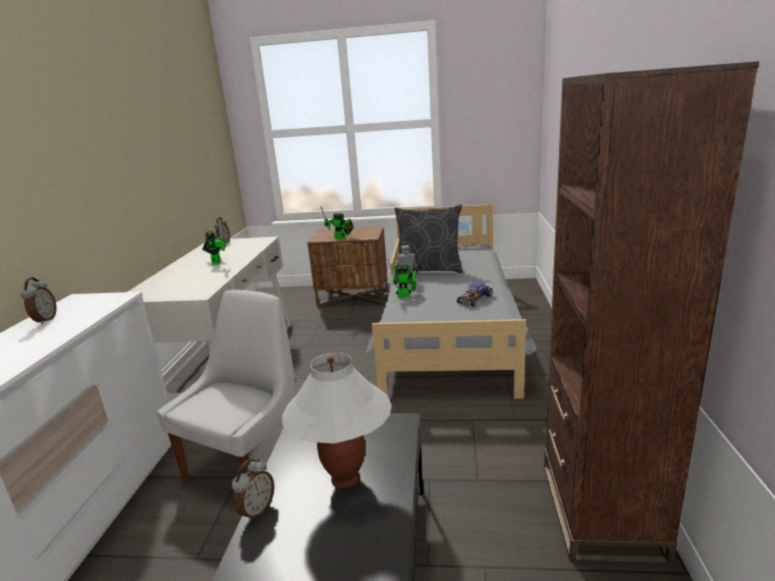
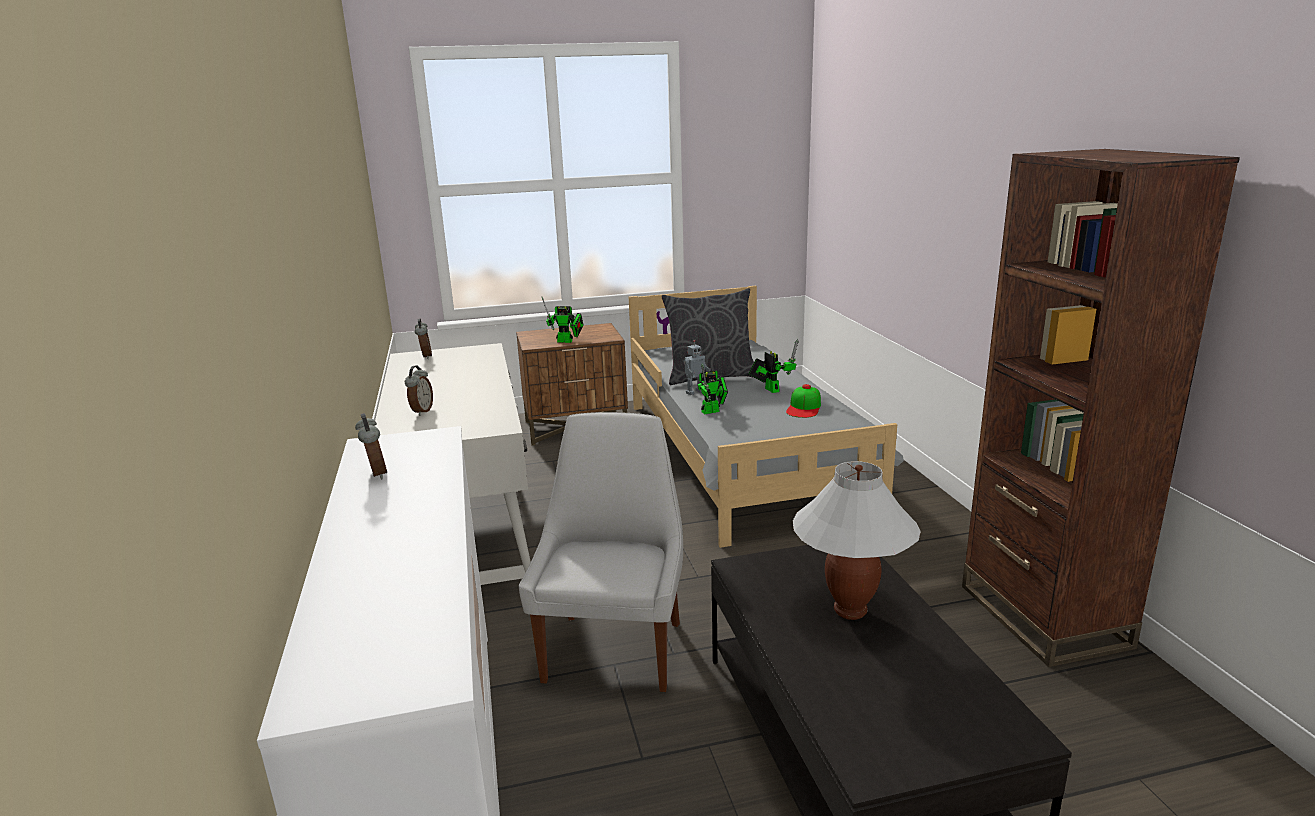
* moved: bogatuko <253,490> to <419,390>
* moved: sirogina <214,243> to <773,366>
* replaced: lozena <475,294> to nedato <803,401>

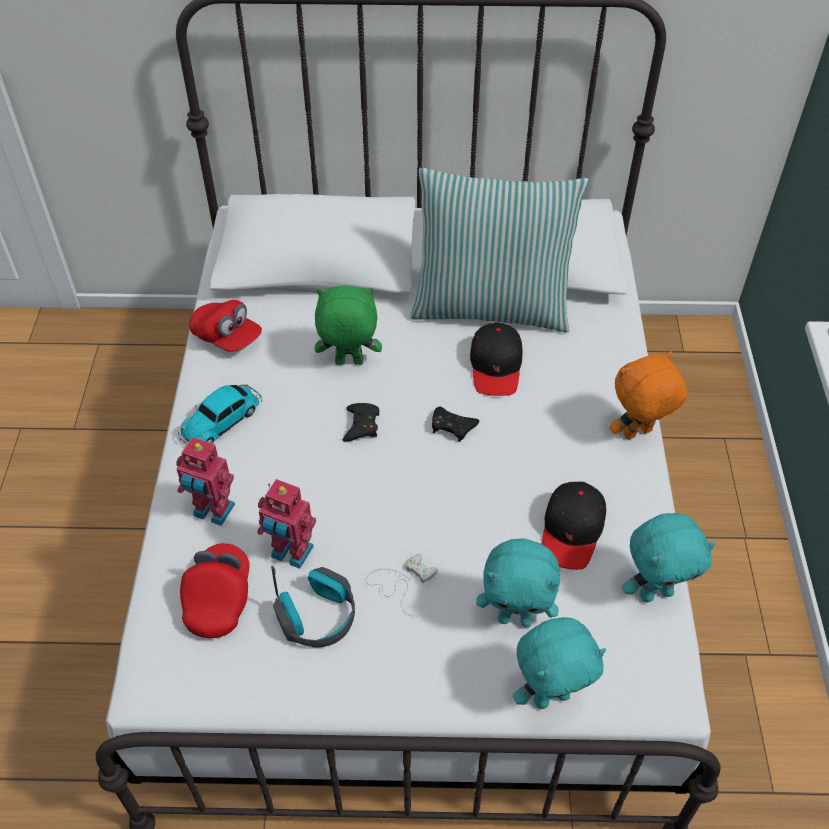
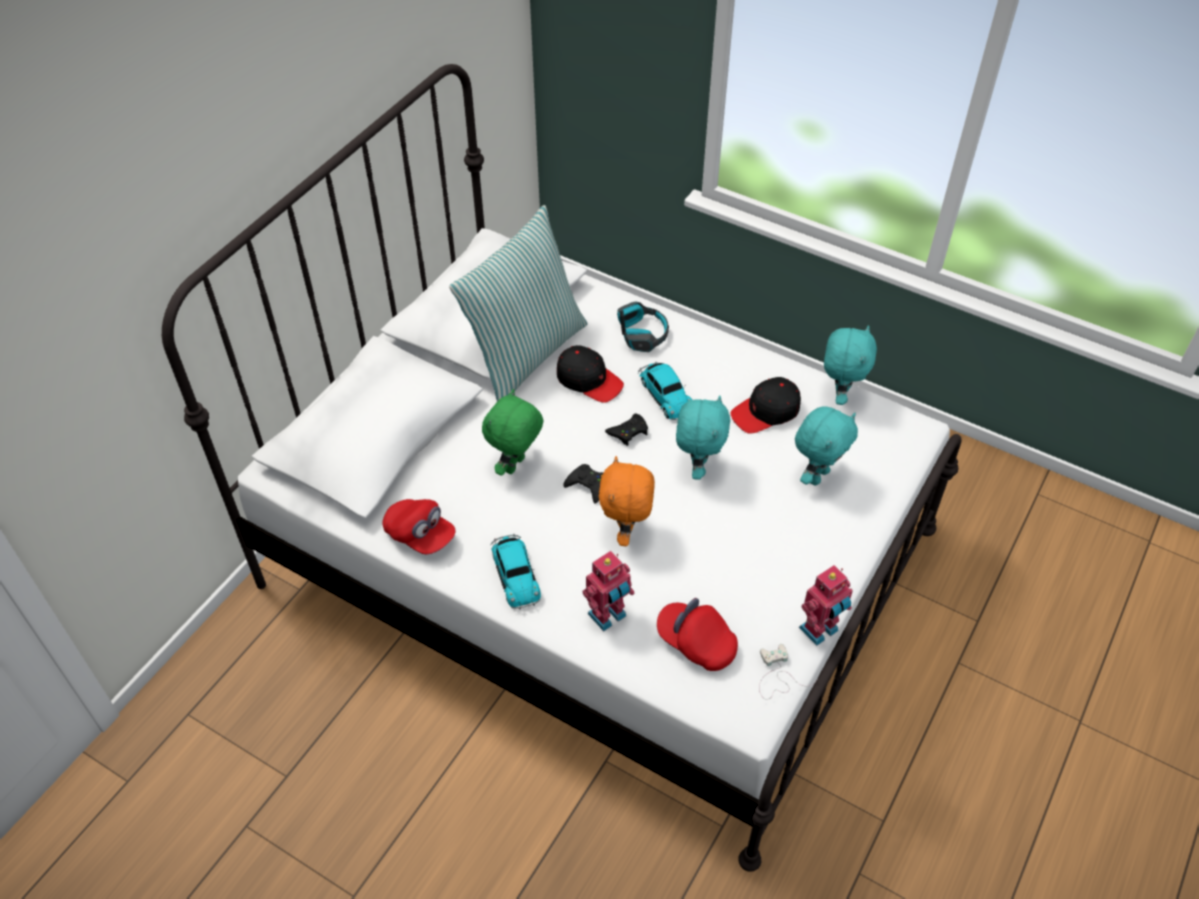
* turned: nedato (red) <225,326> = <419,526> 60 degrees clockwise
* moved: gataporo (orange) <648,395> to <627,501>
* moved: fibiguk <313,607> to <643,326>
* added: lozena <665,391>
* moved: gataporo (turquoise) <559,663> to <703,437>
* turned: nedato (black) <574,526> = <765,405> 105 degrees clockwise
* moved: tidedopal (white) <402,585> to <788,672>
* moved: sirogina <286,524> to <826,605>

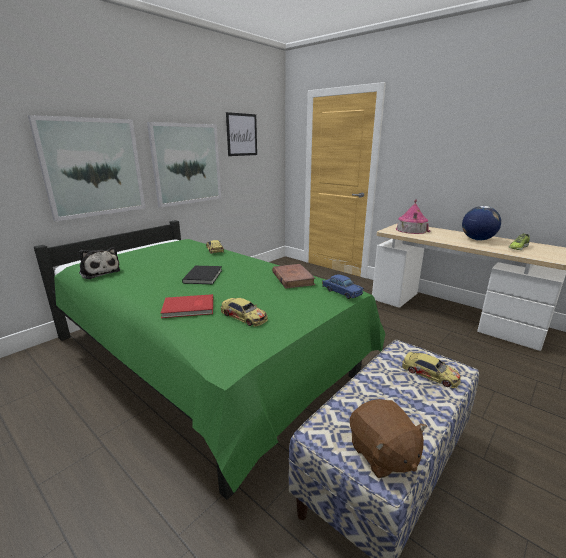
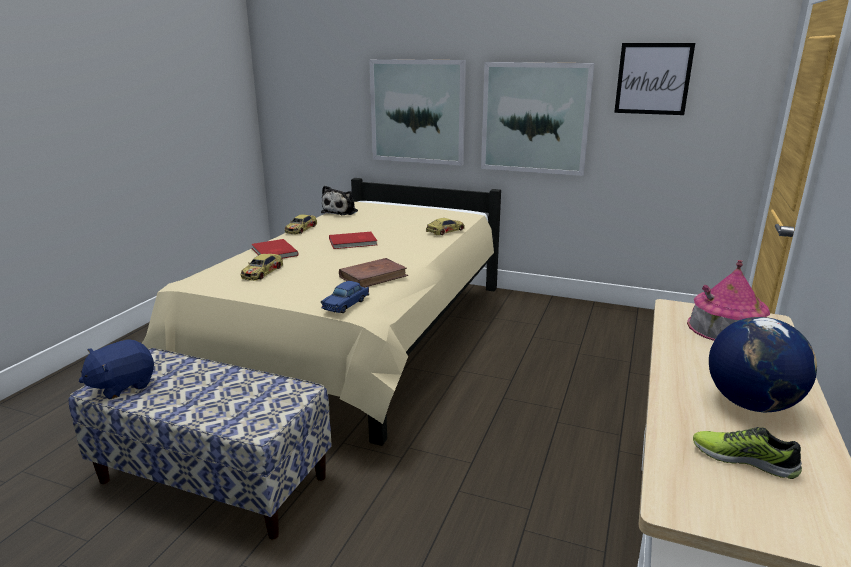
* recoloured: gataporo (brown) <388,438> to gataporo (blue) <116,369>
* recoloured: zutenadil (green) <209,360> to zutenadil (beige) <321,312>
* moved: lozena <431,370> to <301,224>
* recoloured: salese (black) <202,275> to salese (red) <353,240>

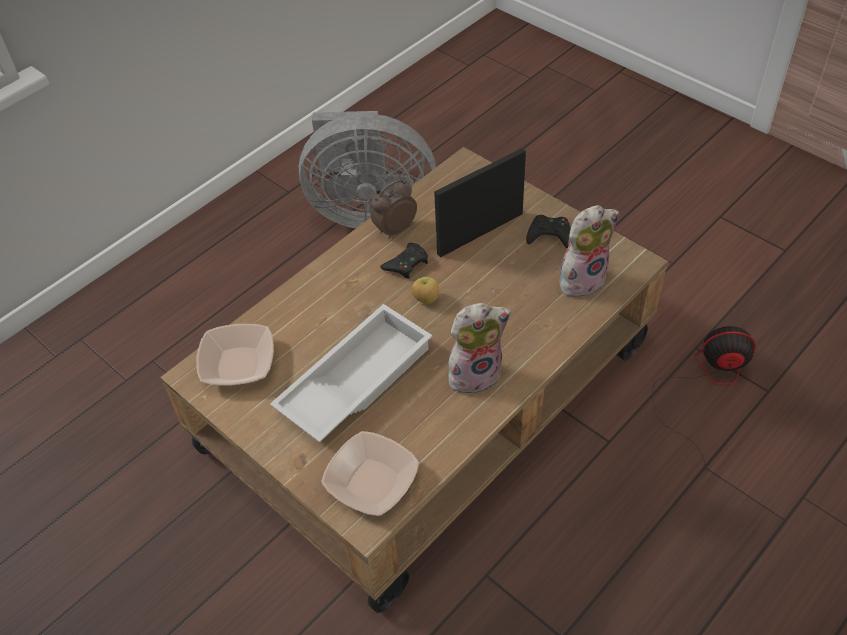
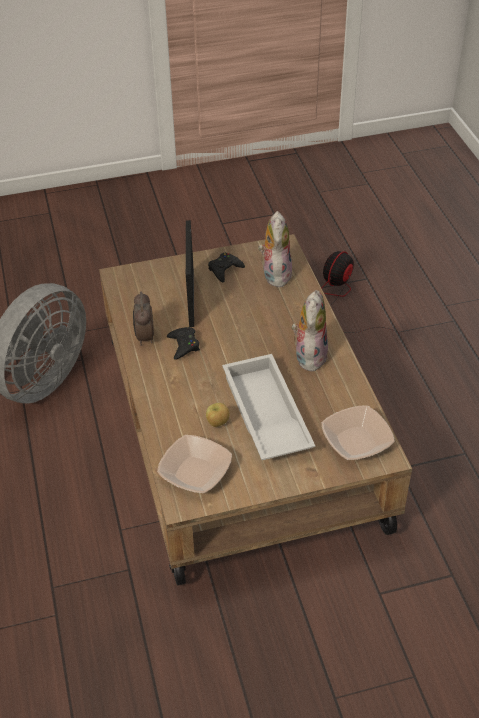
* moved: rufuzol <425,290> to <218,415>

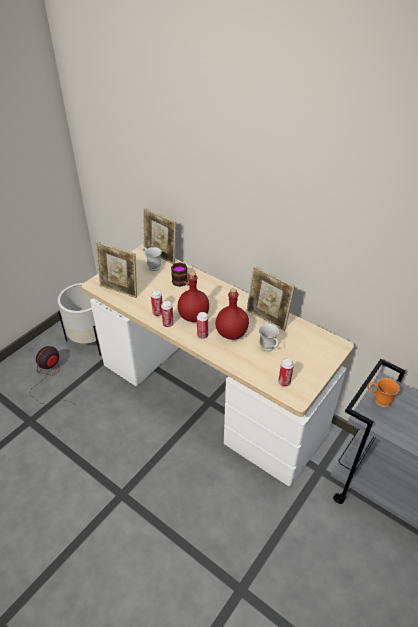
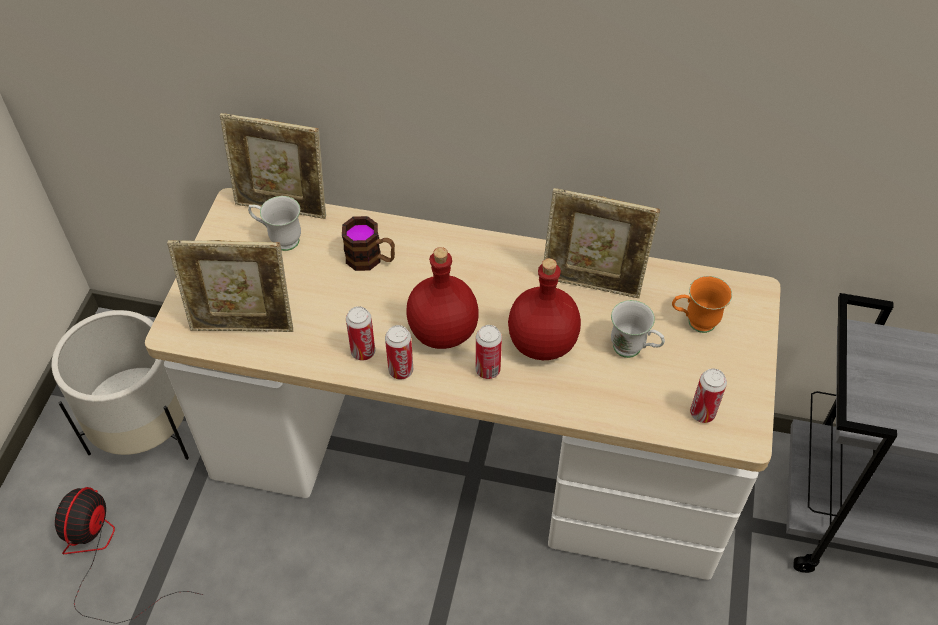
* moved: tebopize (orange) <383,392> to <702,304>

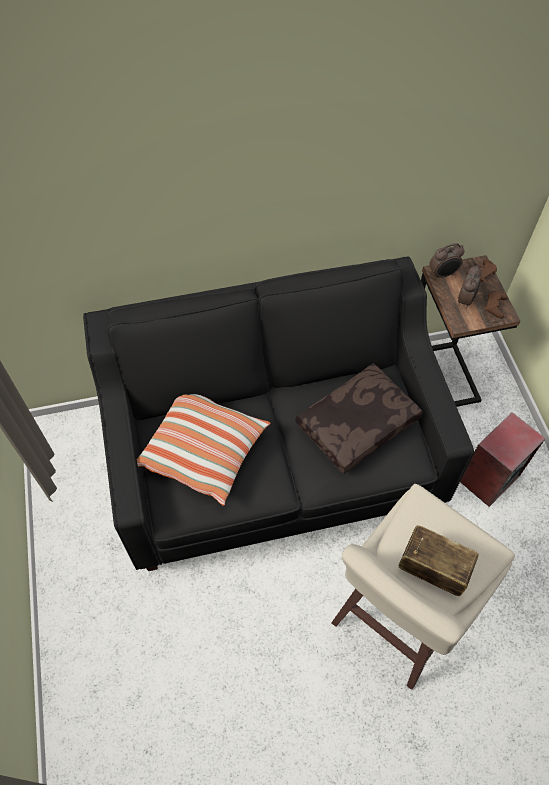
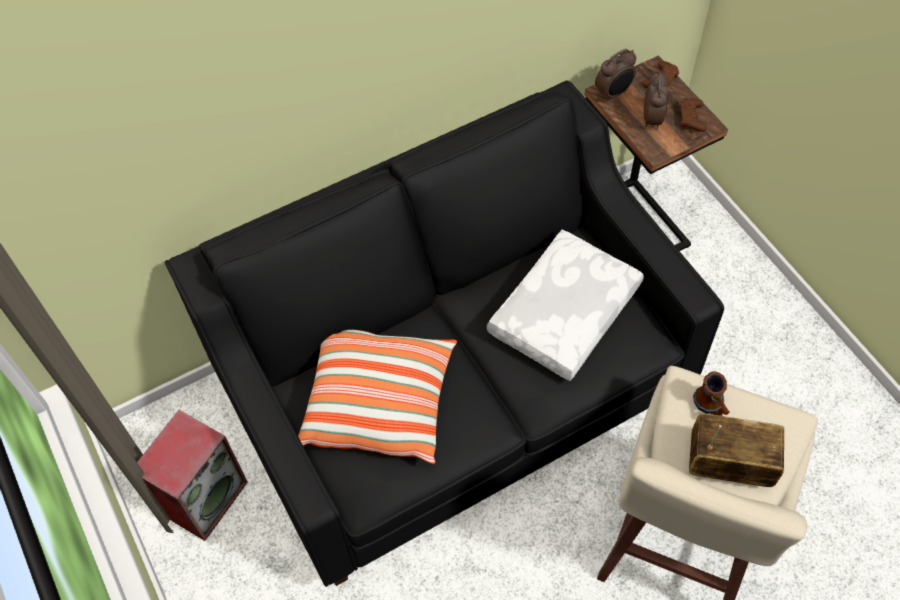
* moved: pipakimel <503,459> to <192,475>
* recoloured: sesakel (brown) <359,418> to sesakel (white) <565,305>
* added: tebopize <711,393>

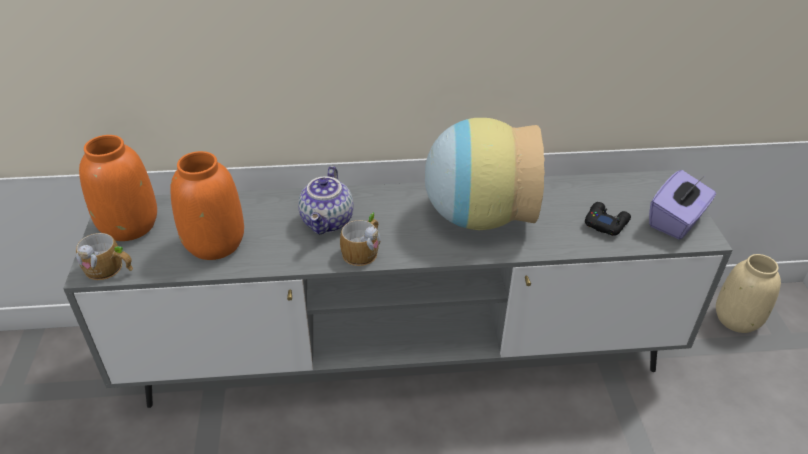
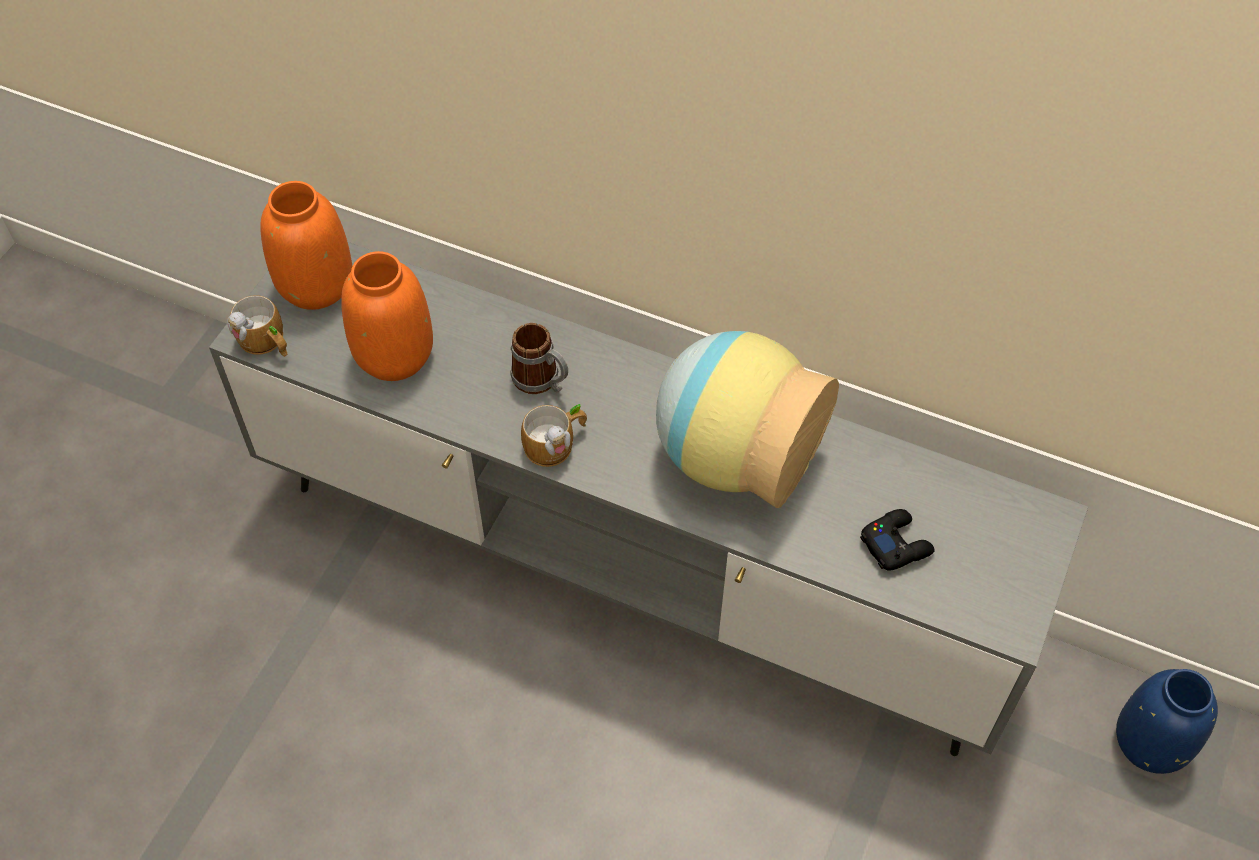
* replaced: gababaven <325,200> to tebopize <539,358>
* recoloured: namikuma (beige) <748,293> to namikuma (blue) <1167,721>
* removed: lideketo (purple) <682,205>

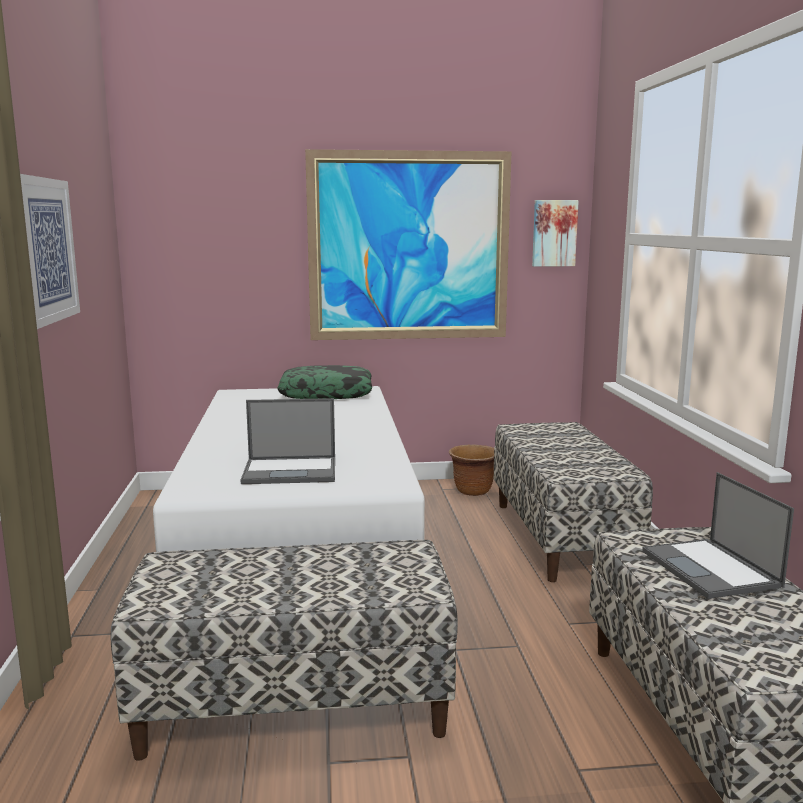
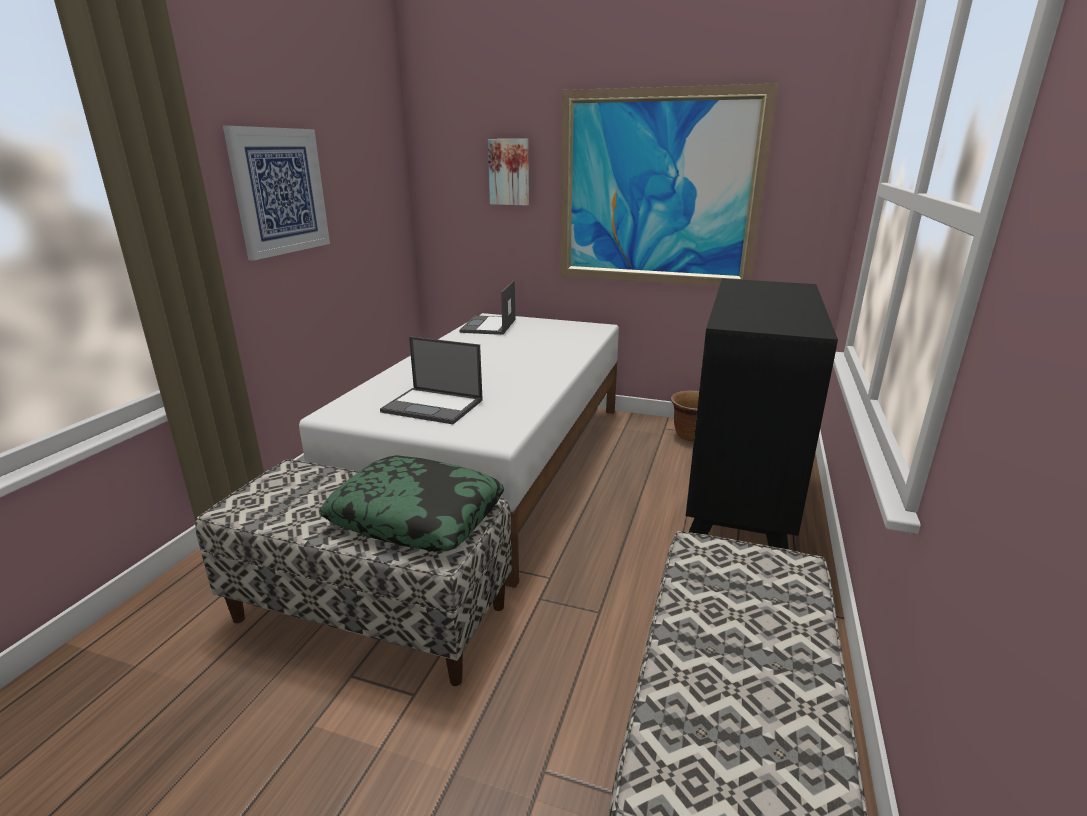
* moved: sesakel <325,382> to <411,503>
* moved: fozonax <718,535> to <487,307>
* moved: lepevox <555,233> to <508,172>
* replaced: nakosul <573,502> to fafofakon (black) <762,414>

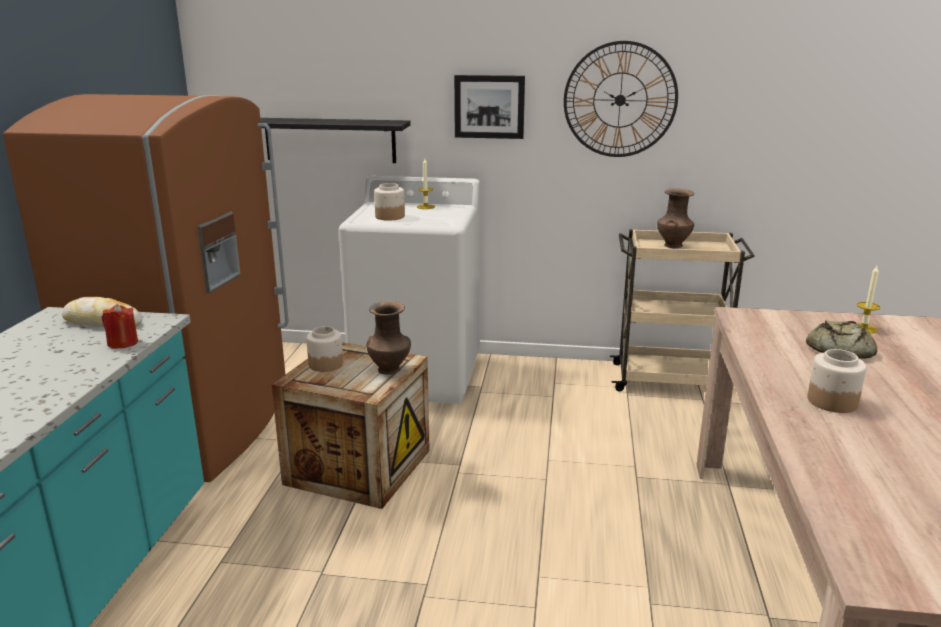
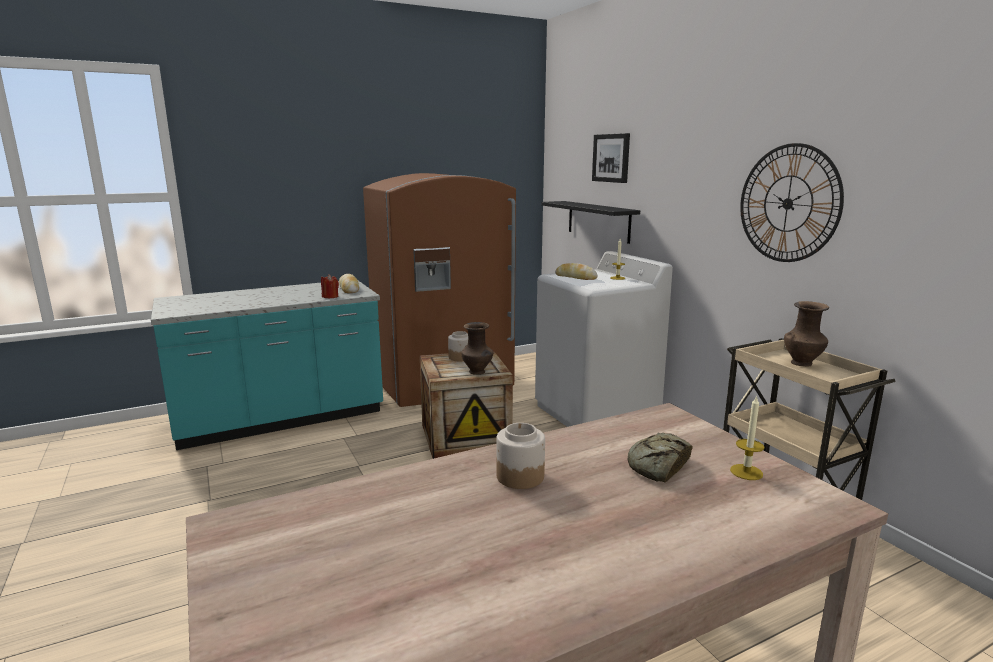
* replaced: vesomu <389,202> to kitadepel <576,271>
* moved: lepevox <489,107> to <611,158>

